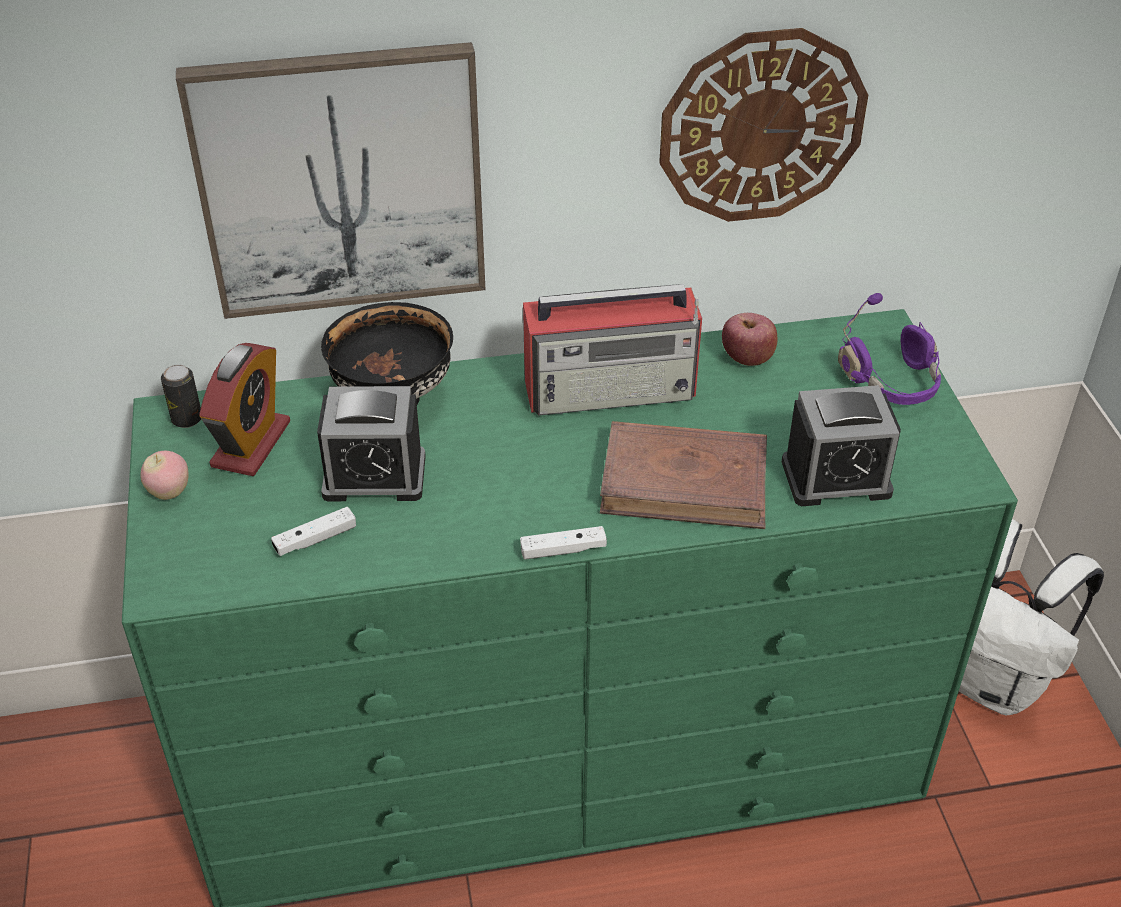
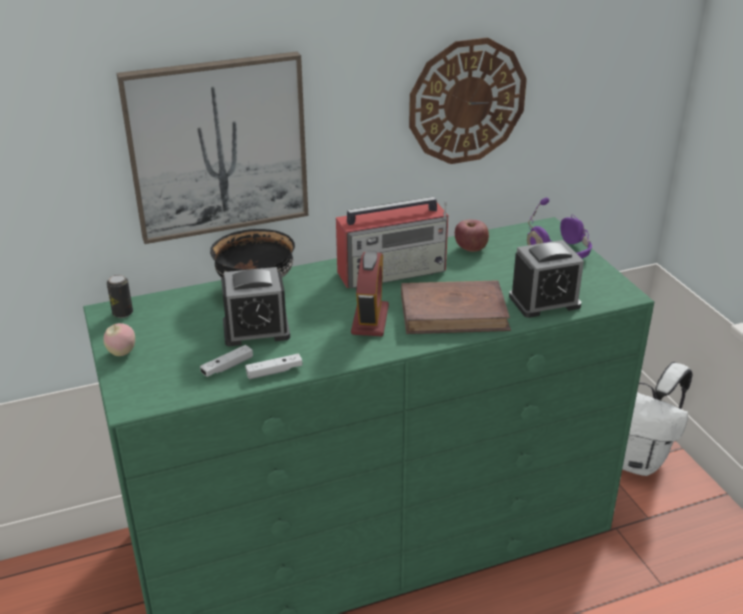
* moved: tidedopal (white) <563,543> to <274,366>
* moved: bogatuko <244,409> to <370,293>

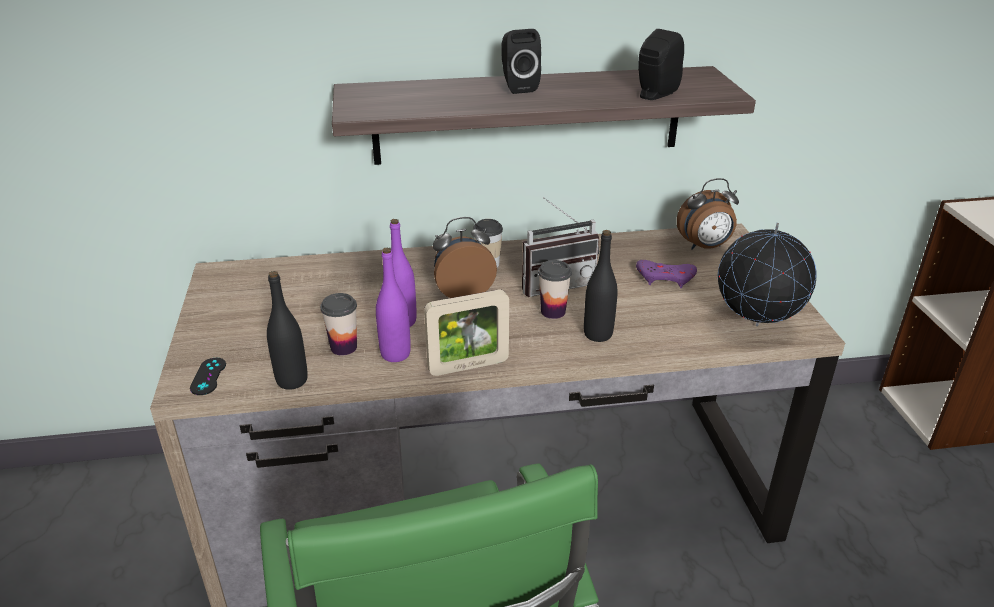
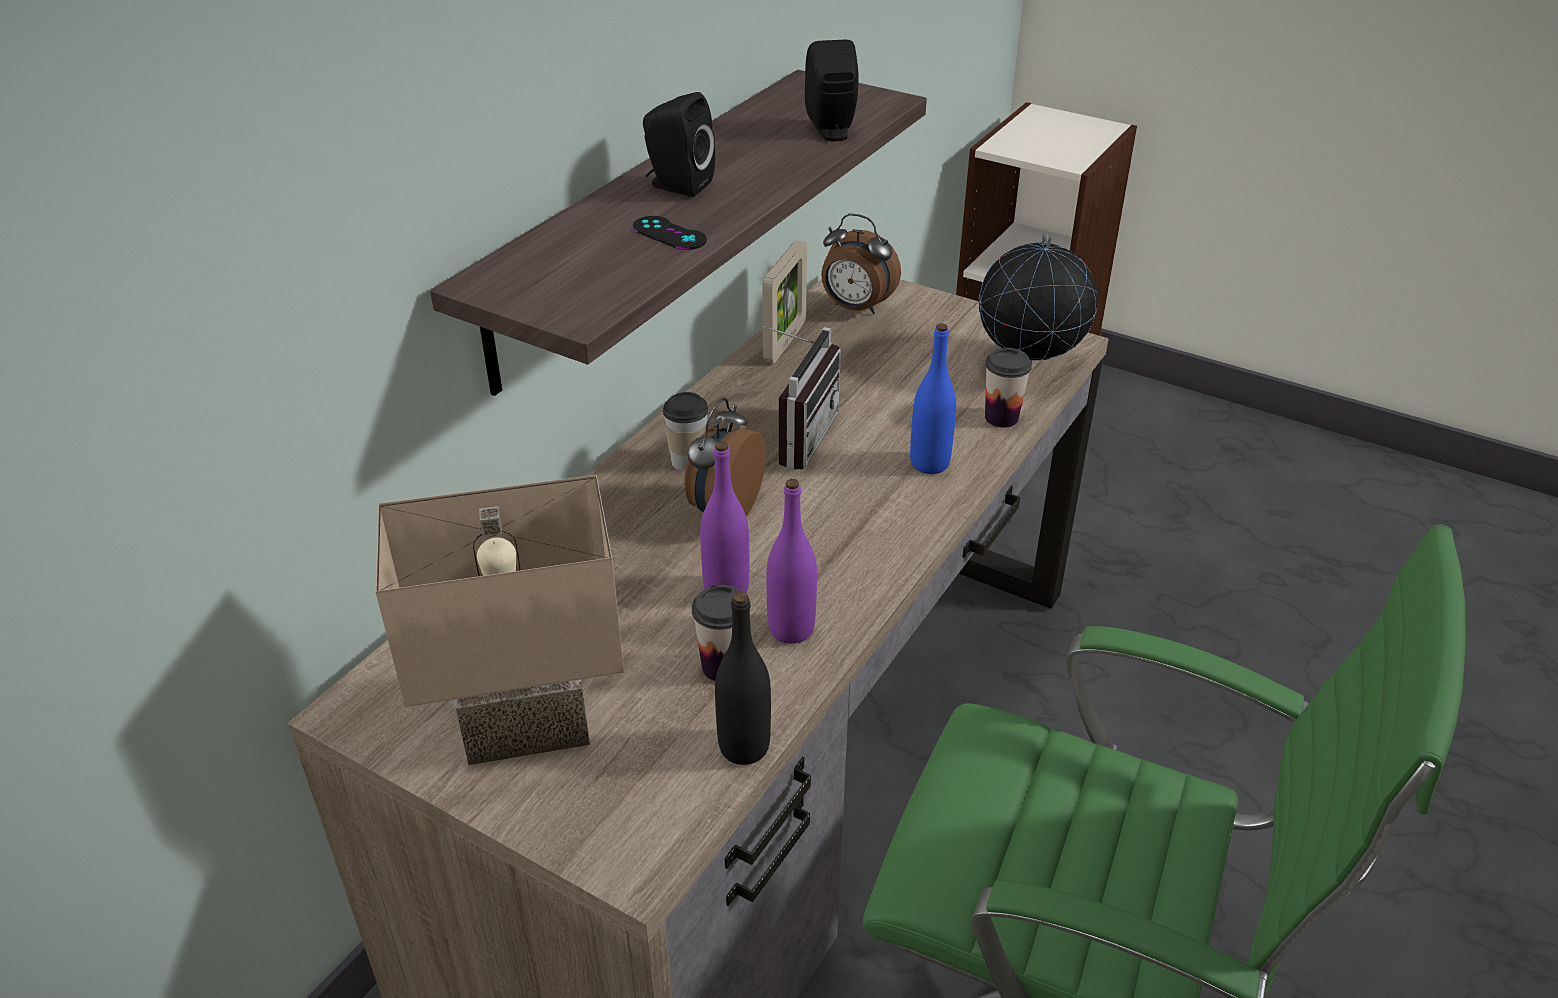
* added: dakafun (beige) <499,620>
* moved: tidedopal (black) <208,376> to <670,233>
* moved: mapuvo <466,332> to <784,301>
* turned: bogatuko <708,214> = <861,263> 90 degrees clockwise
* recoloured: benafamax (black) <601,286> to benafamax (blue) <933,398>
* moved: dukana <555,289> to <1008,388>
* removed: tidedopal (purple) <666,274>

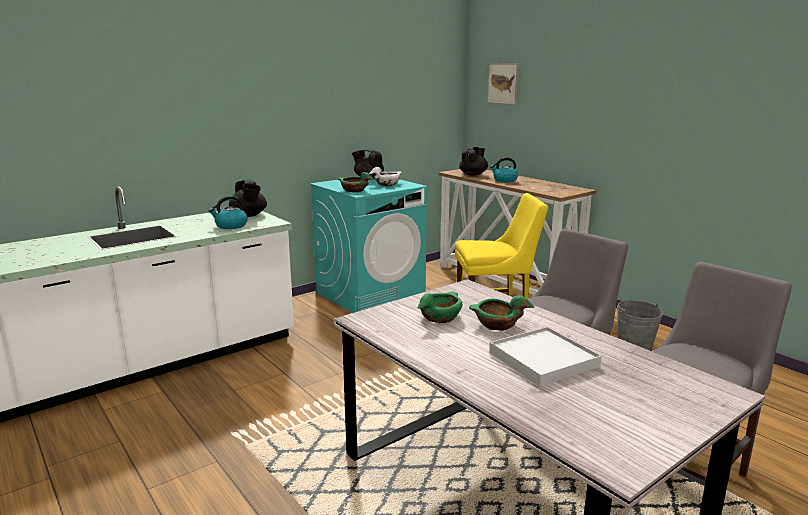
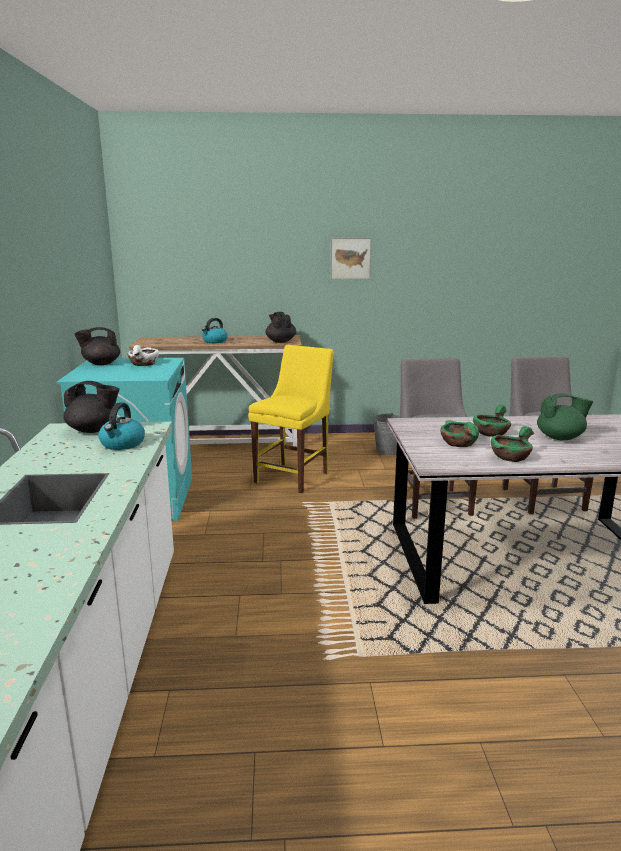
* moved: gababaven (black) <473,161> to <280,327>
* moved: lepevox <503,84> to <351,258>
* moved: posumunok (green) <355,182> to <512,444>
* replaced: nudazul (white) <545,356> to gababaven (green) <565,416>

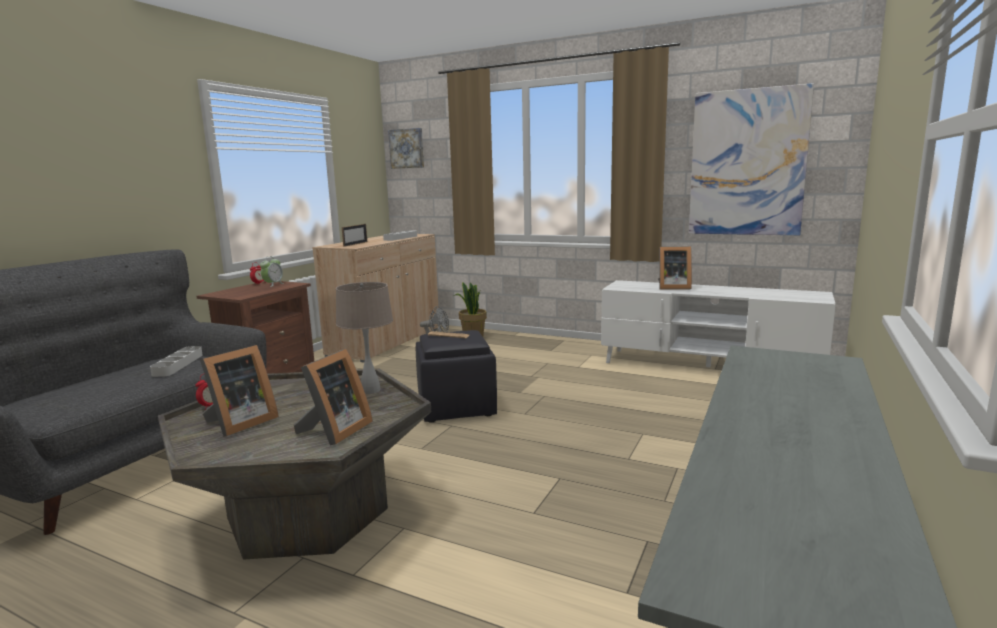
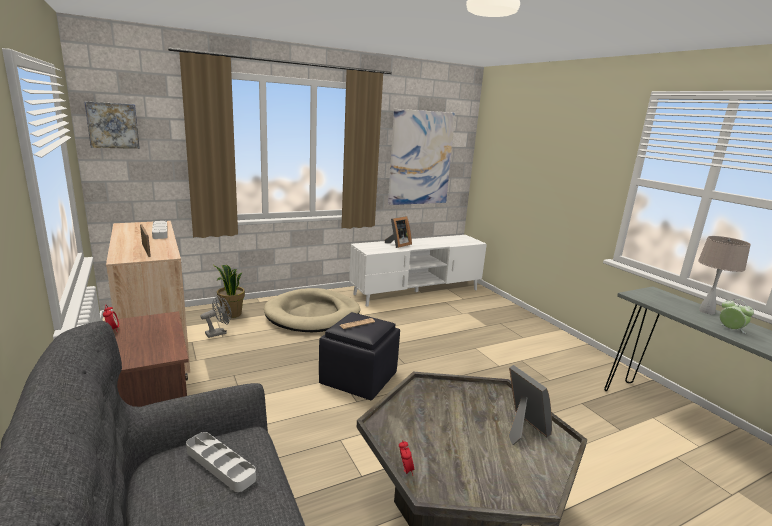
* added: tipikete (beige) <312,310>
* moved: dakafun (beige) <364,338> to <724,275>
* moved: bogatuko <272,271> to <736,316>
* removed: mapuvo <239,391>

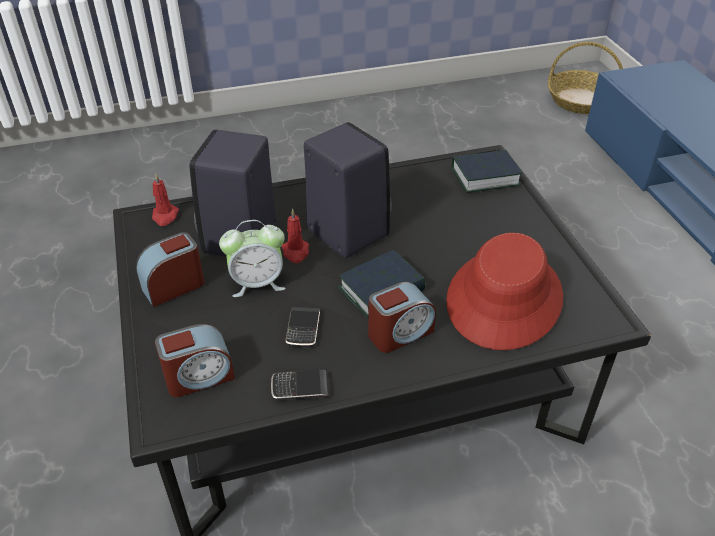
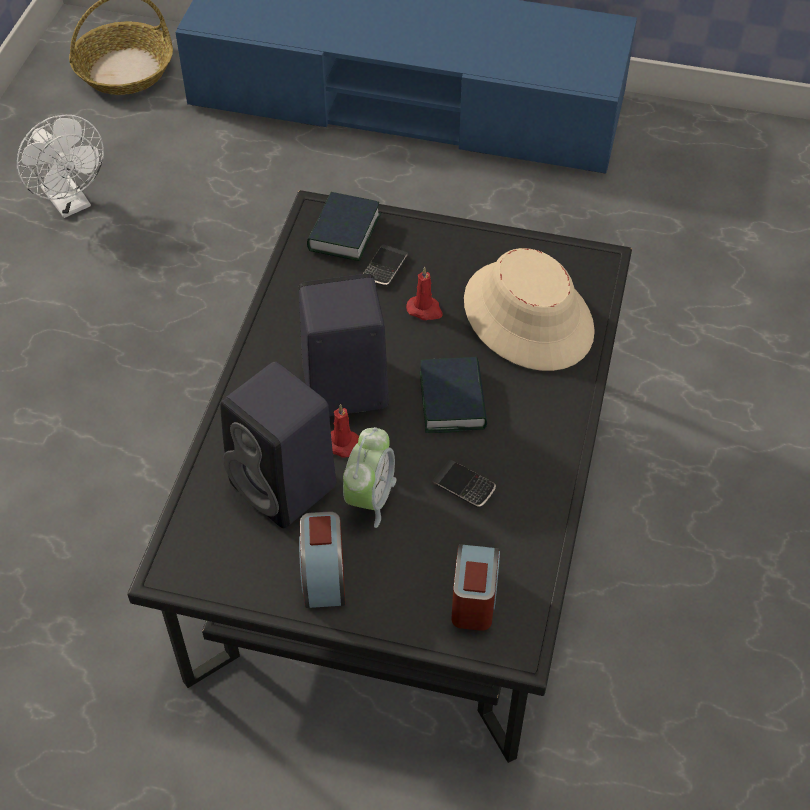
* added: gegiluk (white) <60,166>
* moved: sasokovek <300,385> to <385,265>
* moved: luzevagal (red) <165,200> to <424,293>
* recoloured: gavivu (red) <504,291> to gavivu (beige) <529,309>
* removed: bogatuko <402,317>

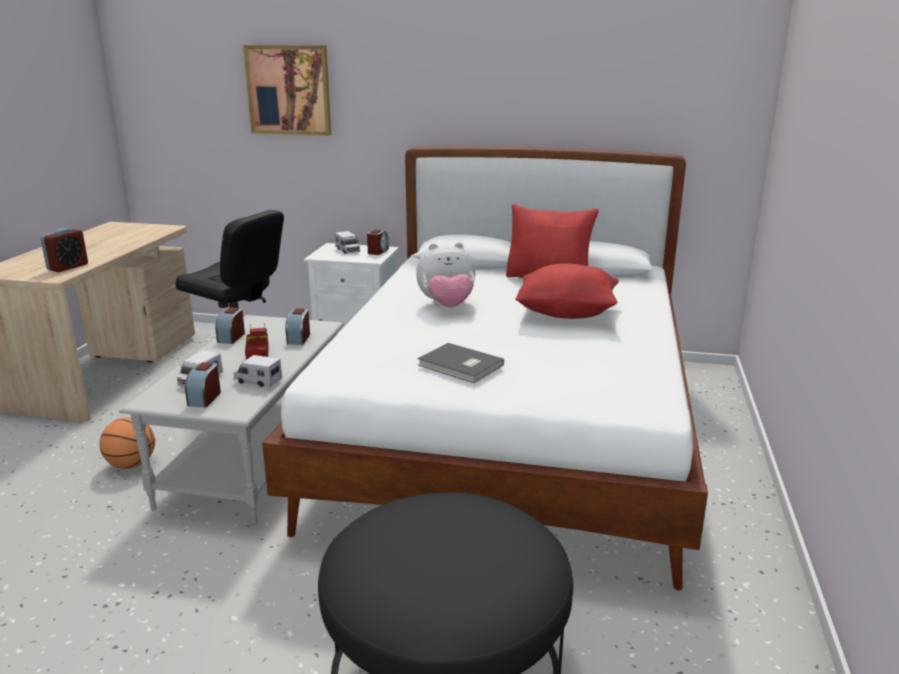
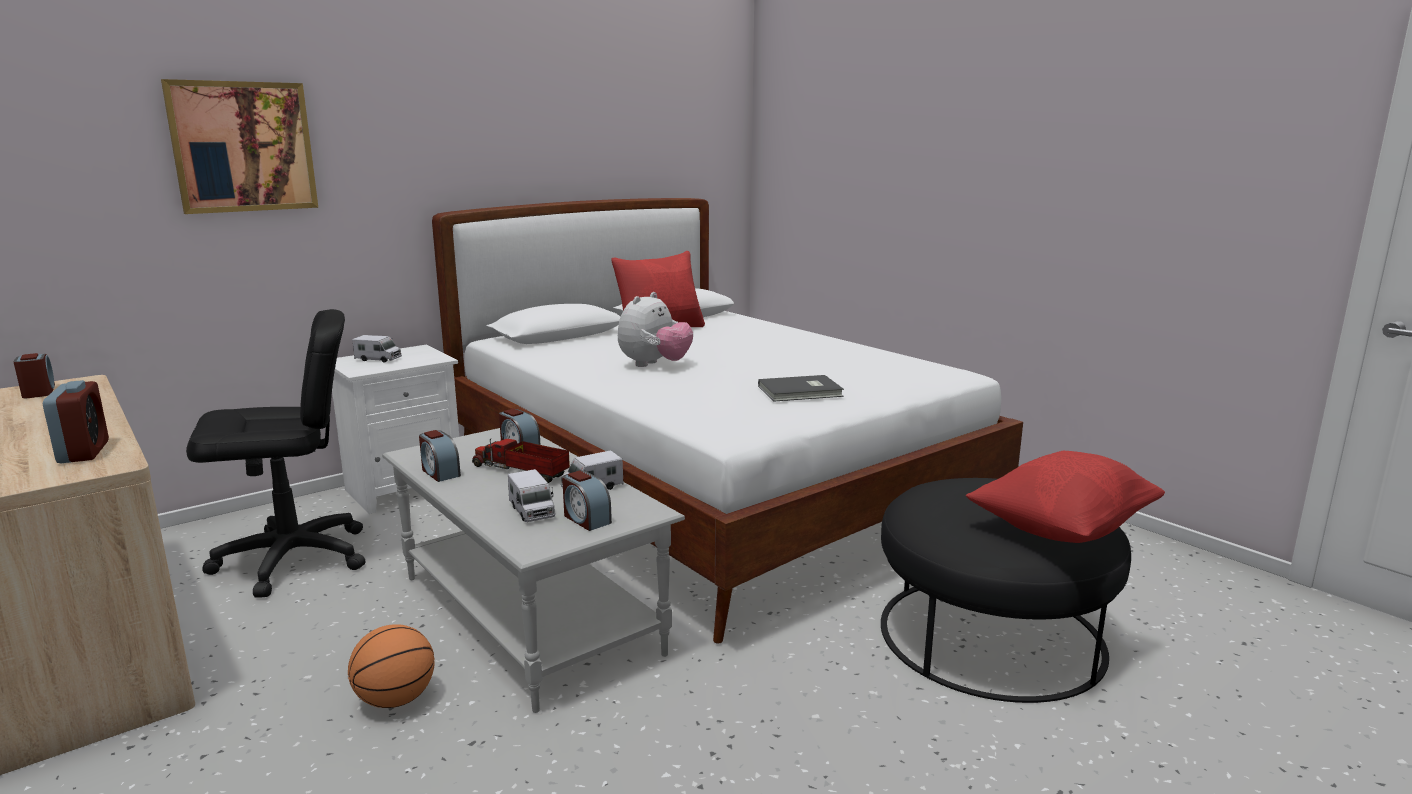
* moved: bogatuko <378,242> to <34,375>
* moved: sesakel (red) <567,291> to <1065,497>

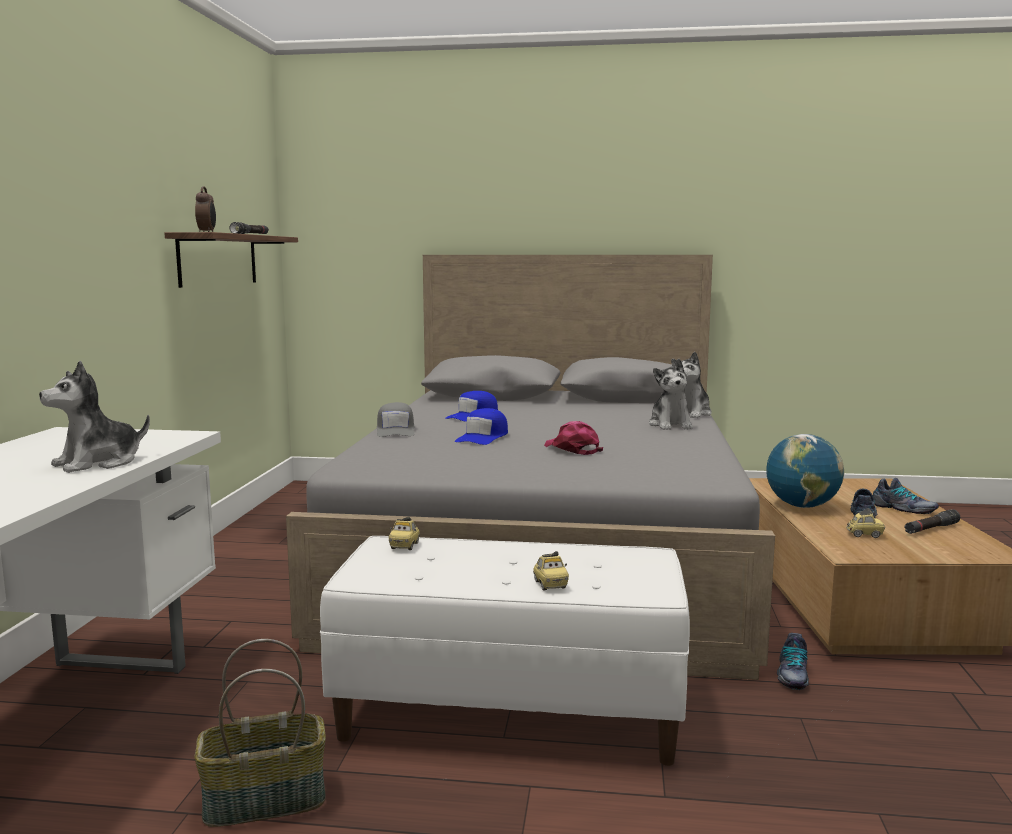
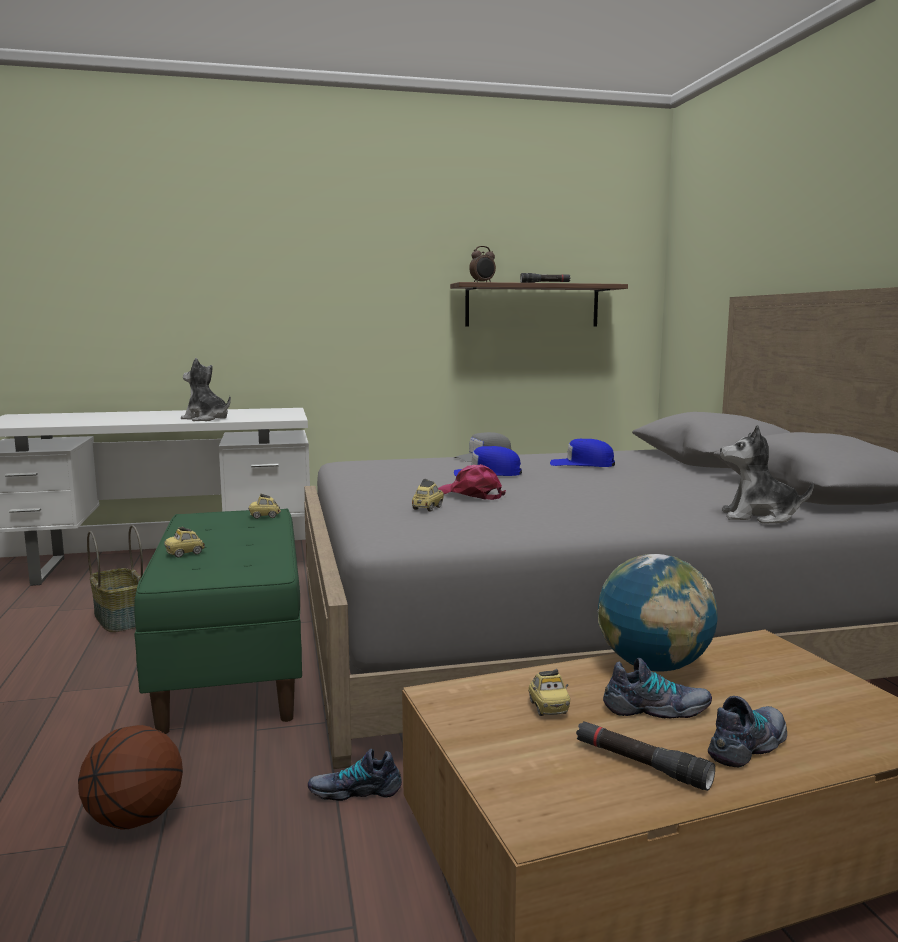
* added: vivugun <130,777>
* recoloured: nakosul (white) <505,651> to nakosul (green) <218,621>
* added: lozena <428,495>
* turned: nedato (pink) <573,438> = <472,482> 90 degrees counterclockwise
* turned: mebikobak <906,496> = <747,732> 150 degrees counterclockwise
* removed: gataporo <671,394>

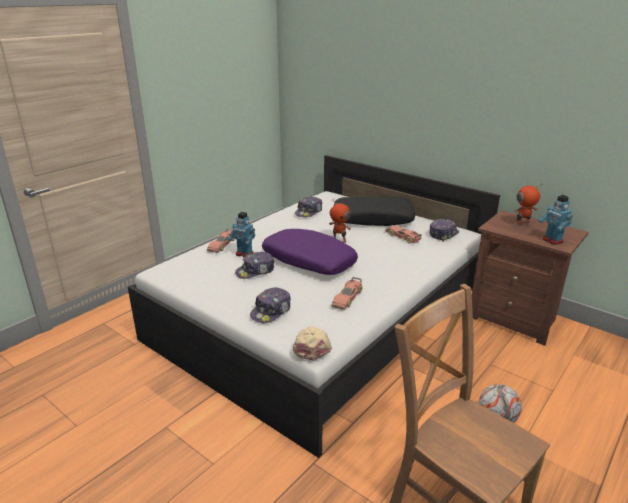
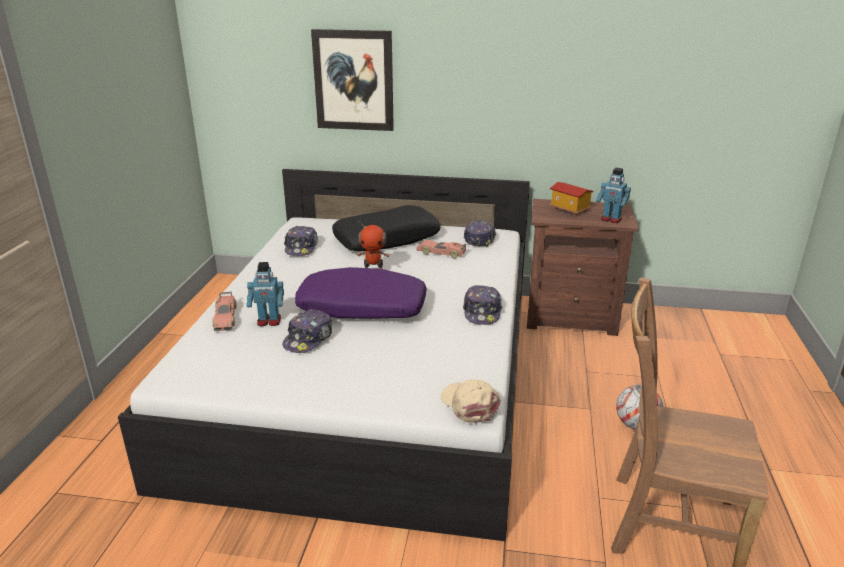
* added: lepevox <352,80>
* moved: nedato <270,305> to <482,305>
* replaced: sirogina <528,205> to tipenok <571,199>
* removed: lozena <347,293>

